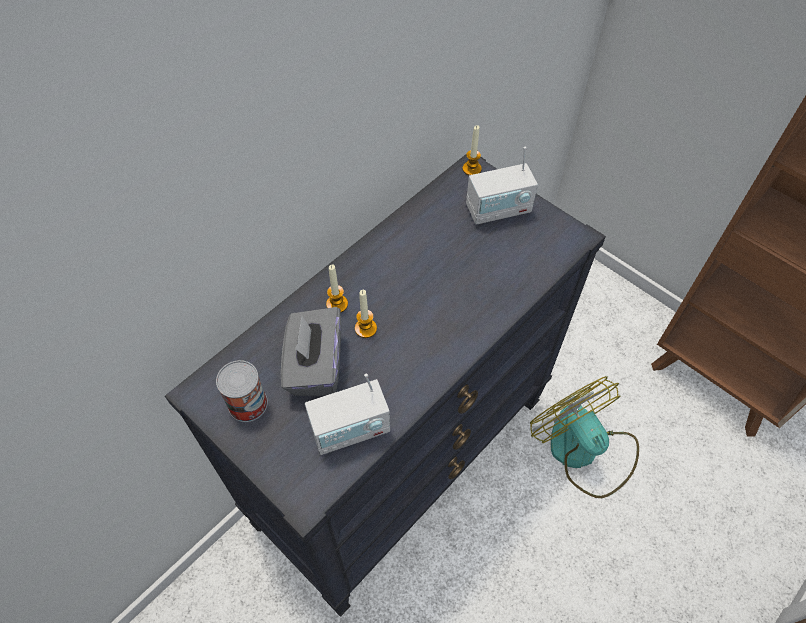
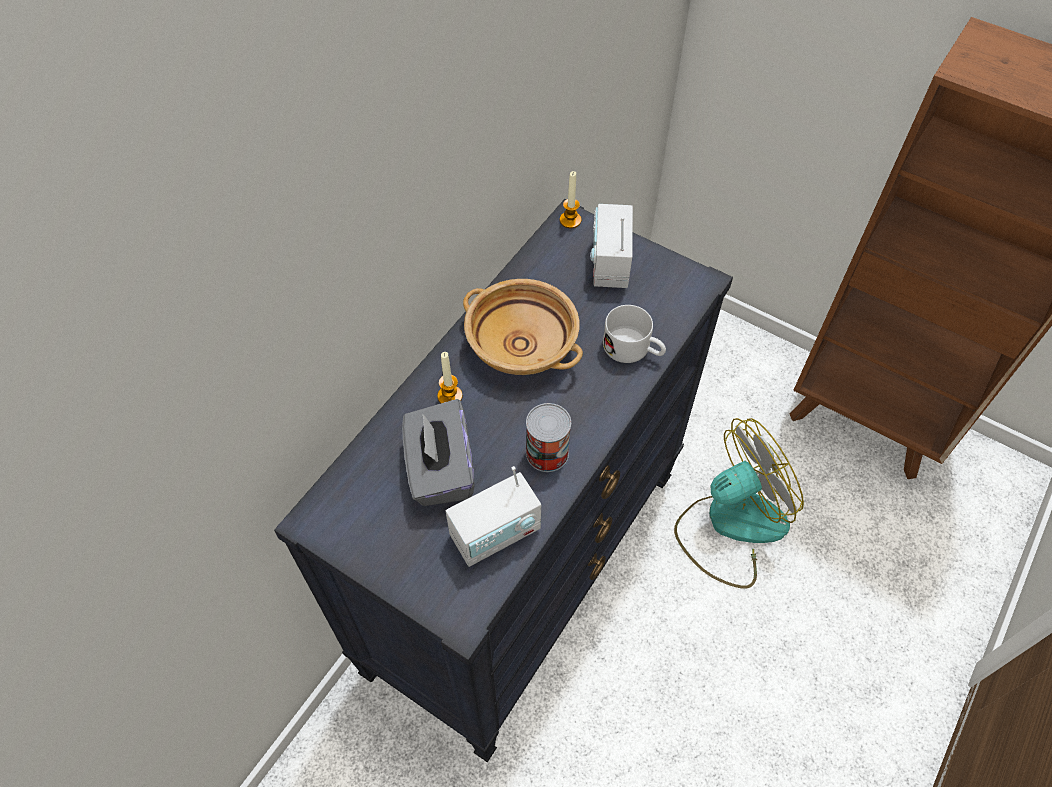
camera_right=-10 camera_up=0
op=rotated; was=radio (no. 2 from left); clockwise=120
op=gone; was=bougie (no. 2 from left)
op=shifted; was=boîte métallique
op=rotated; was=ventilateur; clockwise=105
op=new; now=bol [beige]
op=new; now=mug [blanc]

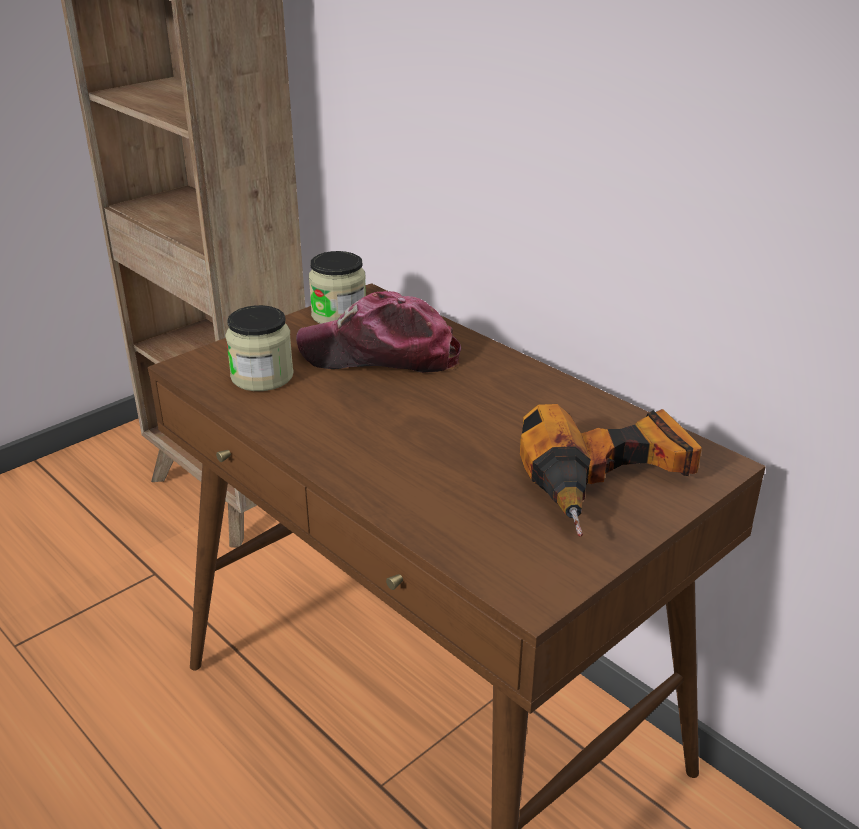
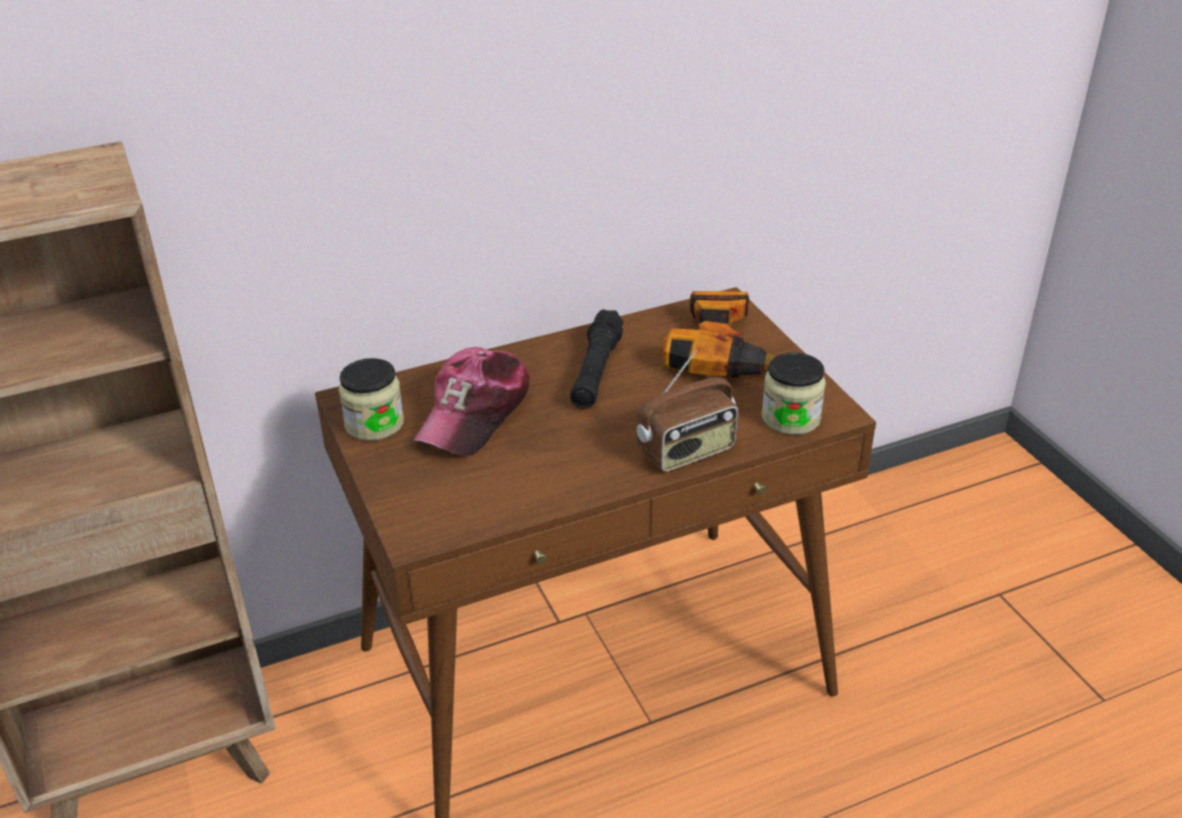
camera_right=-70 camera_up=5
op=shifted; was=bocal (no. 1 from left in the first image); now=bocal (no. 2 from left)
op=new; now=lampe de poche [noir]
op=new; now=radio

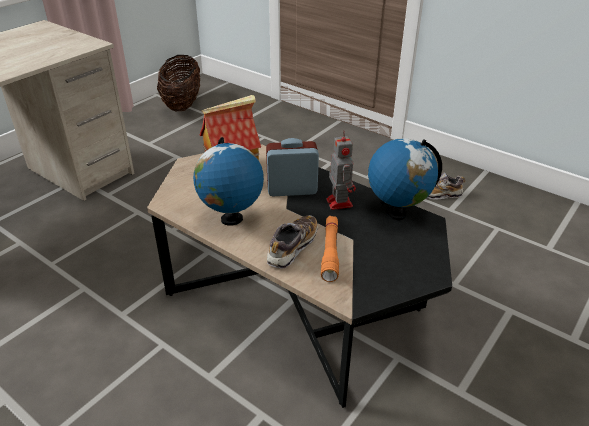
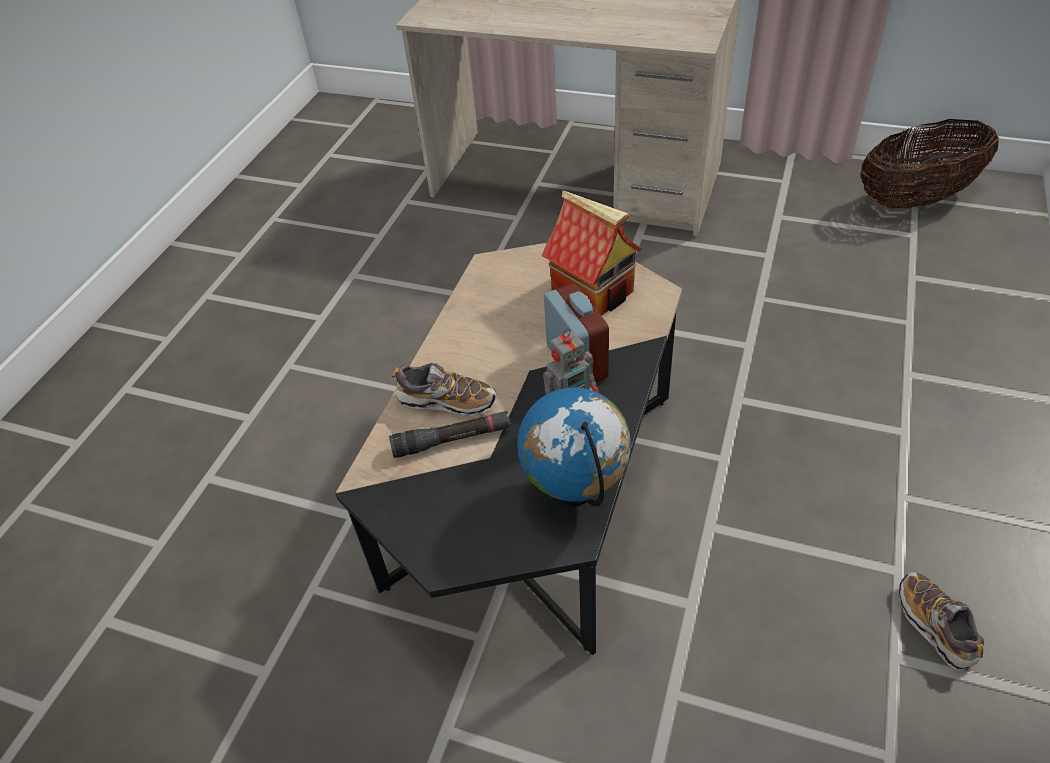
camera_right=75 camera_up=10
op=gone; was=globe (no. 1 from left)
op=repainted; was=lampe de poche [orange]; now=lampe de poche [noir]

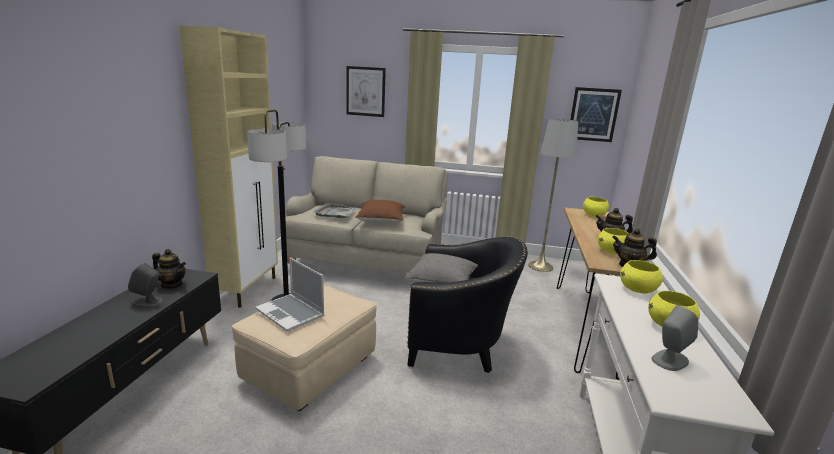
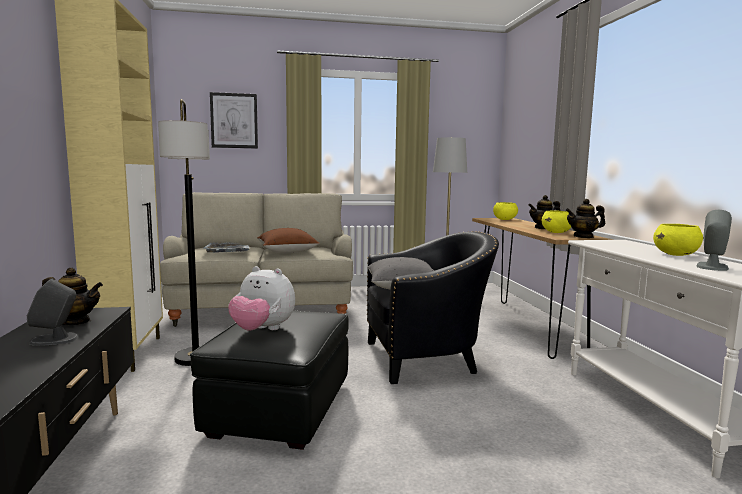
camera_right=-20 camera_up=-10
op=gone; was=tableau (no. 2 from left)
op=swapped; was=ordinateur portable; now=peluche
op=gone; was=bol [jaune] (no. 3 from left)
op=repainted; was=pouf [beige]; now=pouf [noir]

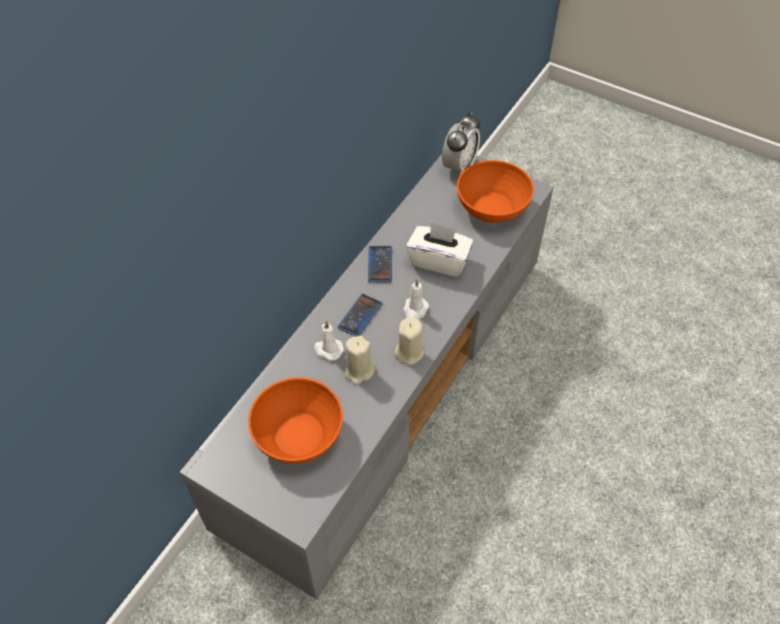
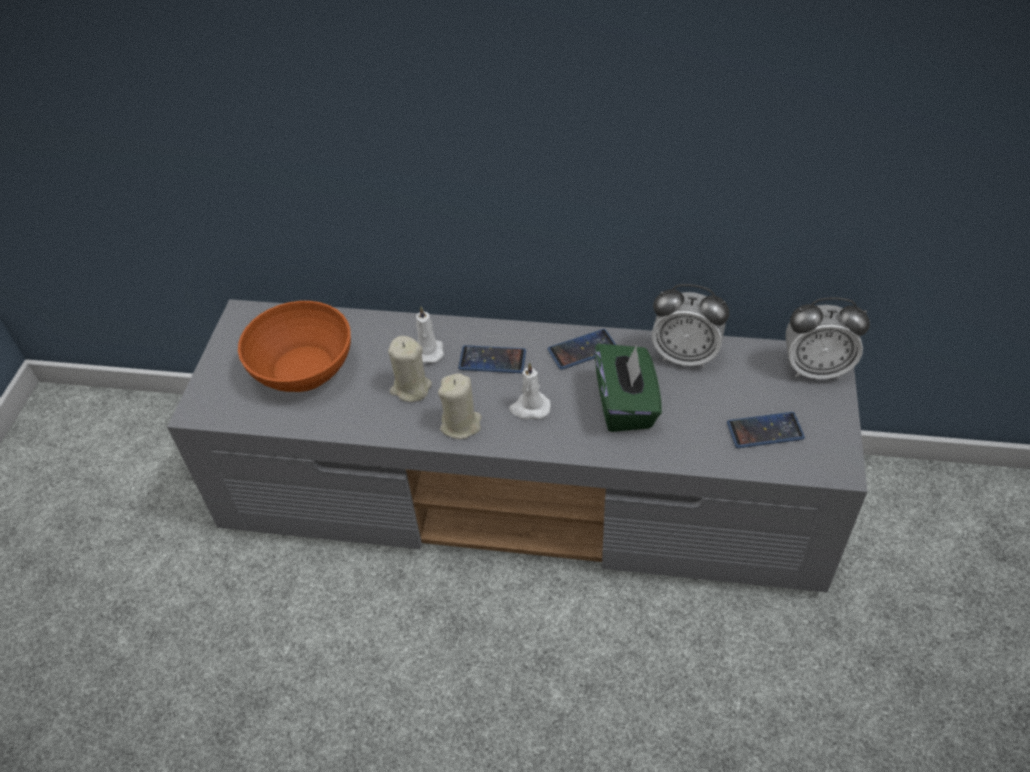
camera_right=70 camera_up=-5
op=swapped; was=bol [orange] (no. 2 from left); now=téléphone (no. 3 from left)
op=repainted; was=boîte à mouchoirs [blanc]; now=boîte à mouchoirs [vert]
op=new; now=réveil (no. 1 from left)

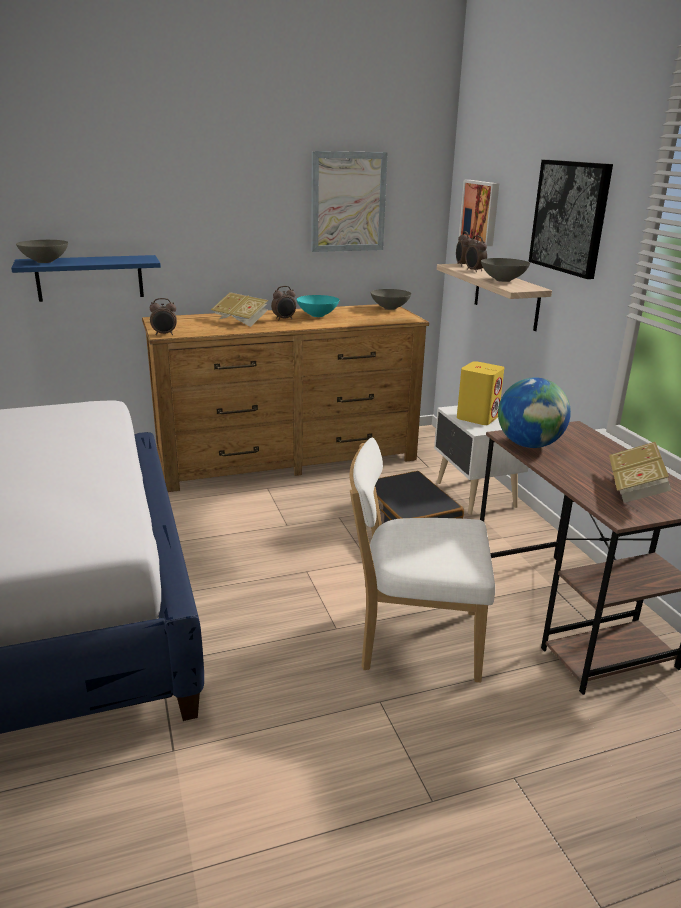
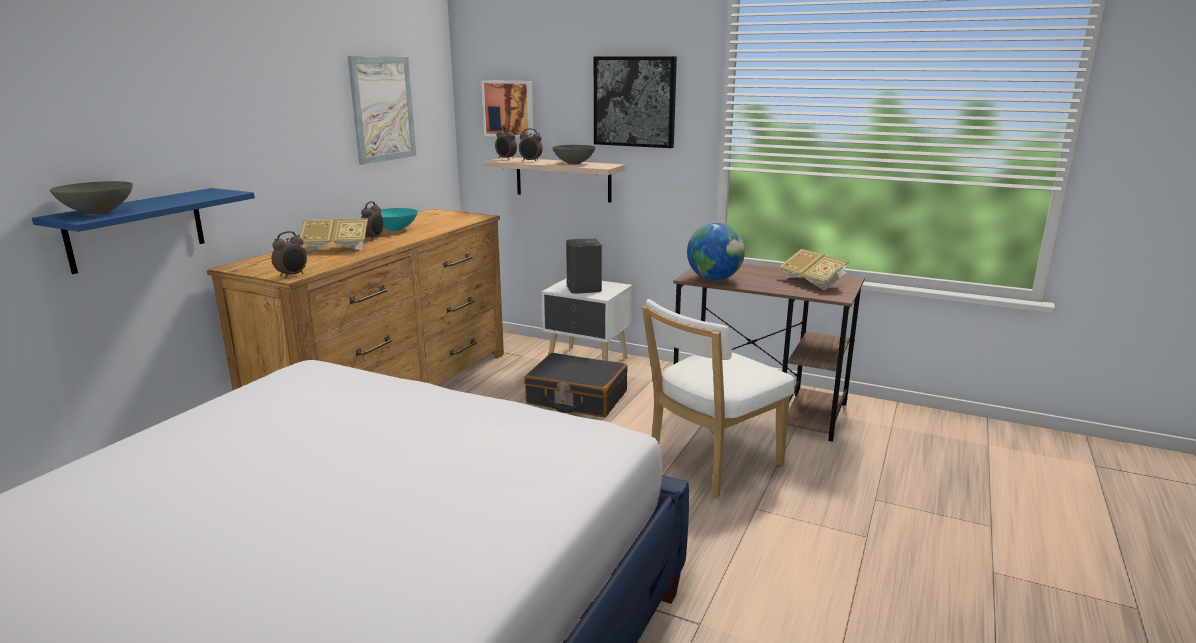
camera_right=-45 camera_up=-5
op=gone; was=bol [gris] (no. 2 from left)
op=repainted; was=enceinte [jaune]; now=enceinte [gris]

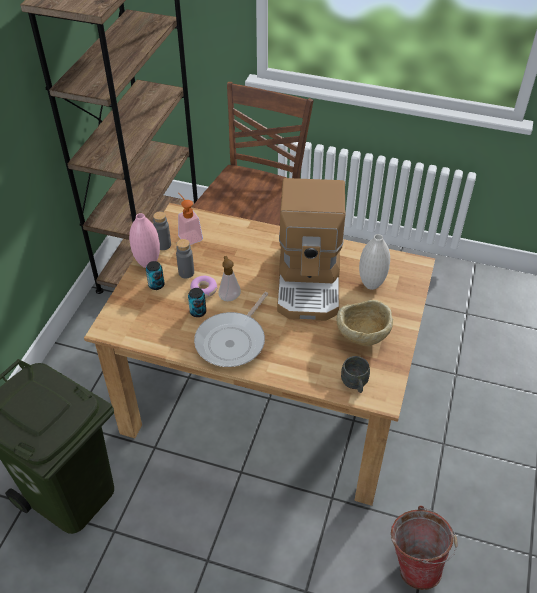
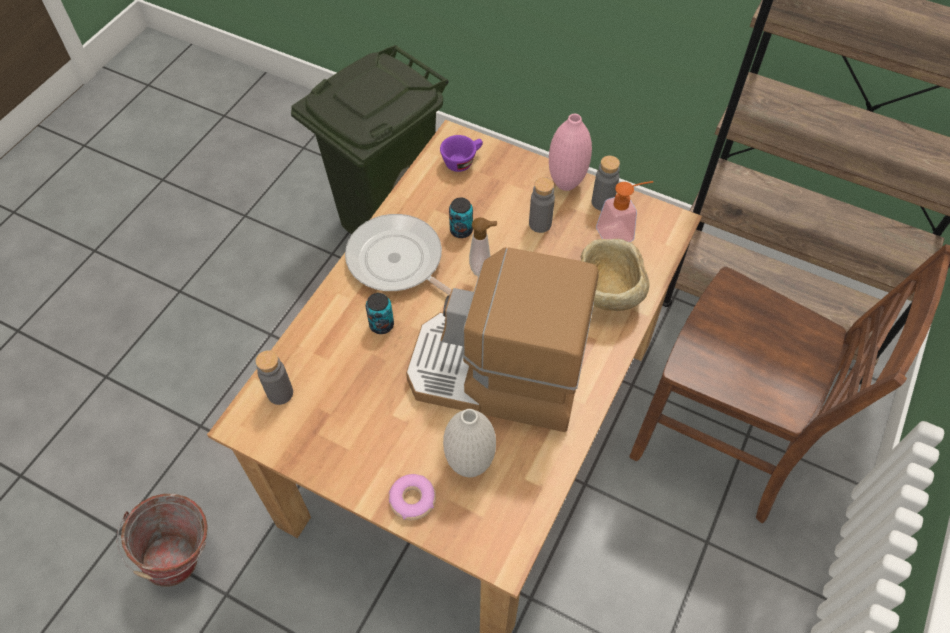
camera_right=100 camera_up=10
op=shifted; was=boîte métallique (no. 1 from left)
op=shifted; was=beignet
op=shifted; was=bol [beige]
op=swapped; was=mug [gris]; now=bouteille [gris] (no. 1 from left)
op=new; now=tasse [violet]

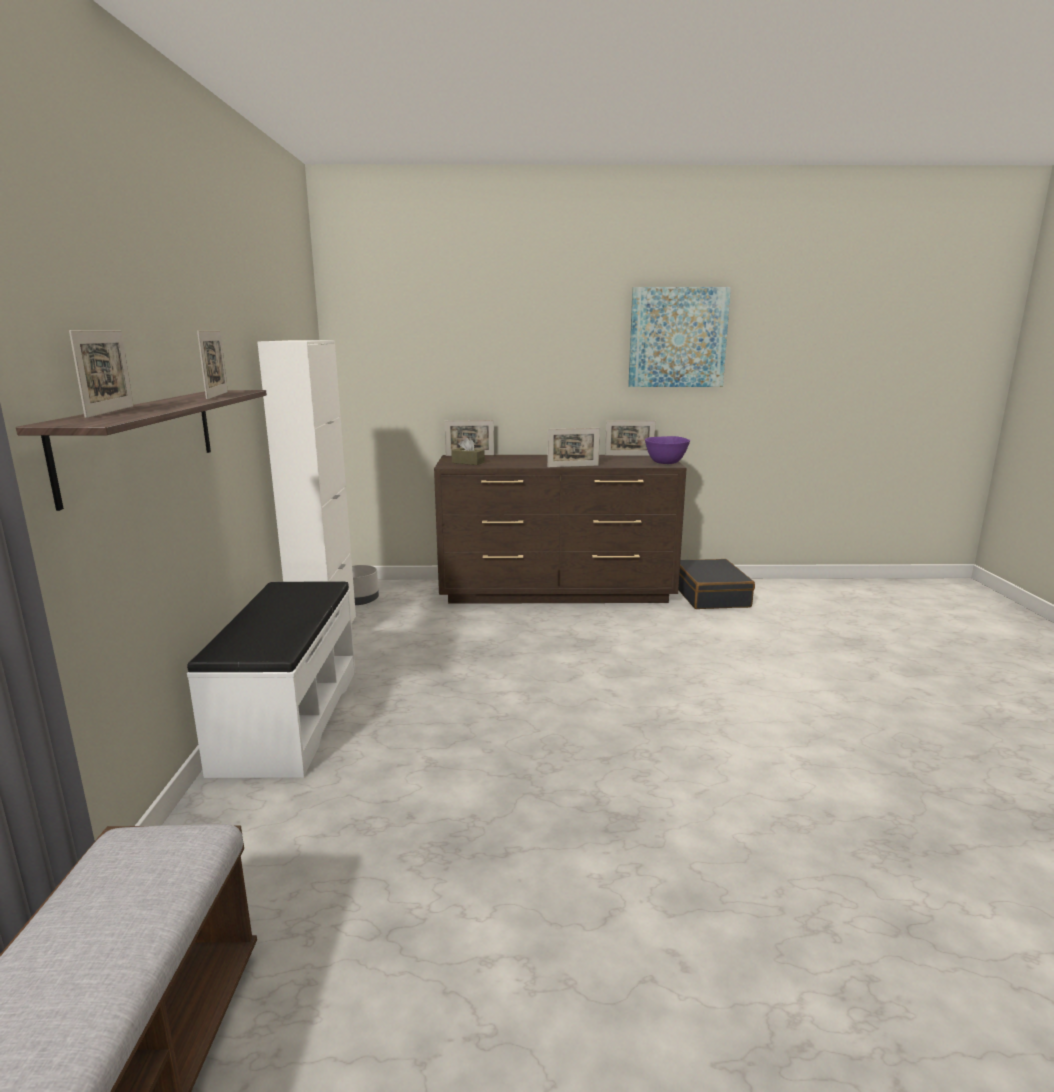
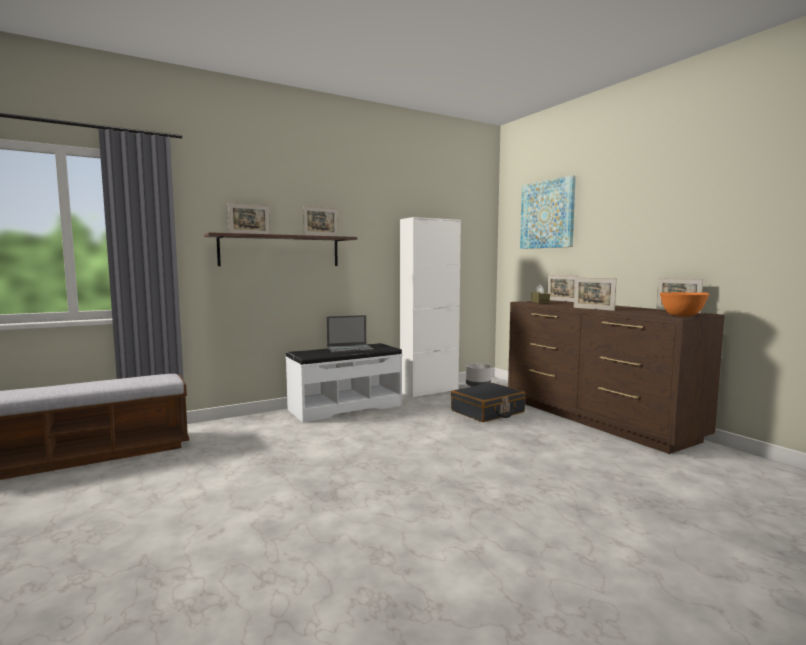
camera_right=60 camera_up=-10
op=shifted; was=tableau
op=repainted; was=bol [violet]; now=bol [orange]
op=shifted; was=valise [noir]
op=new; now=ordinateur portable

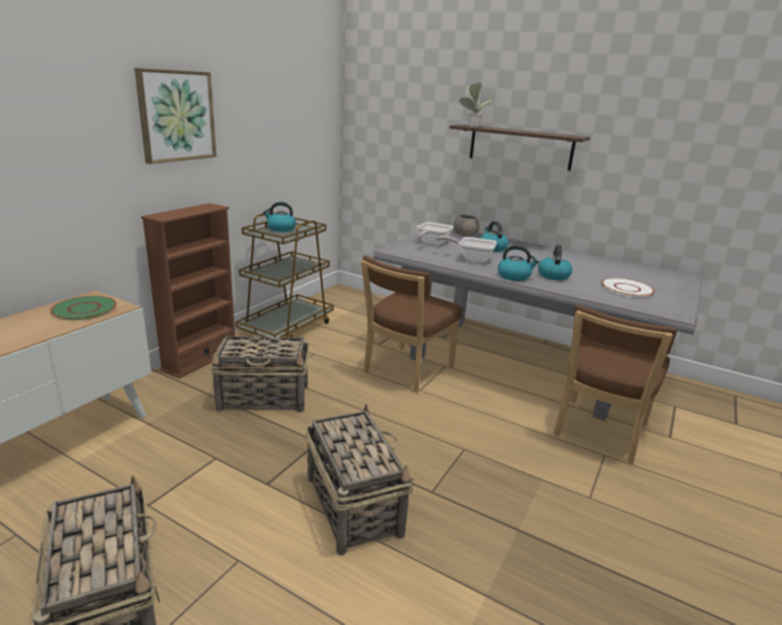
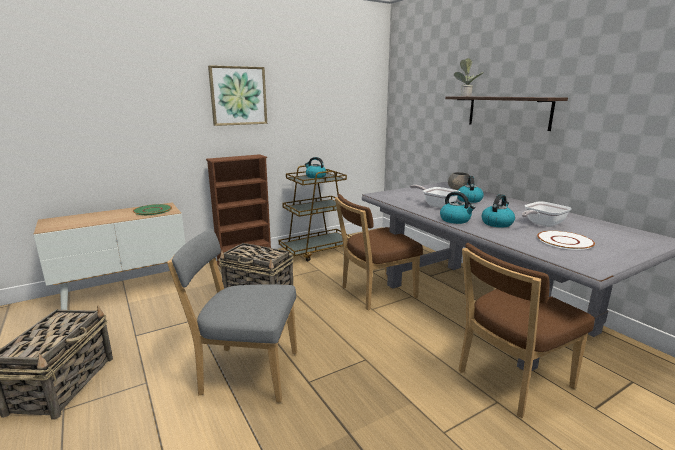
camera_right=30 camera_up=-5
op=shifted; was=poêle (no. 1 from left in the first image); now=poêle (no. 2 from left)
op=swapped; was=panier (no. 3 from left); now=chaise [gris]

